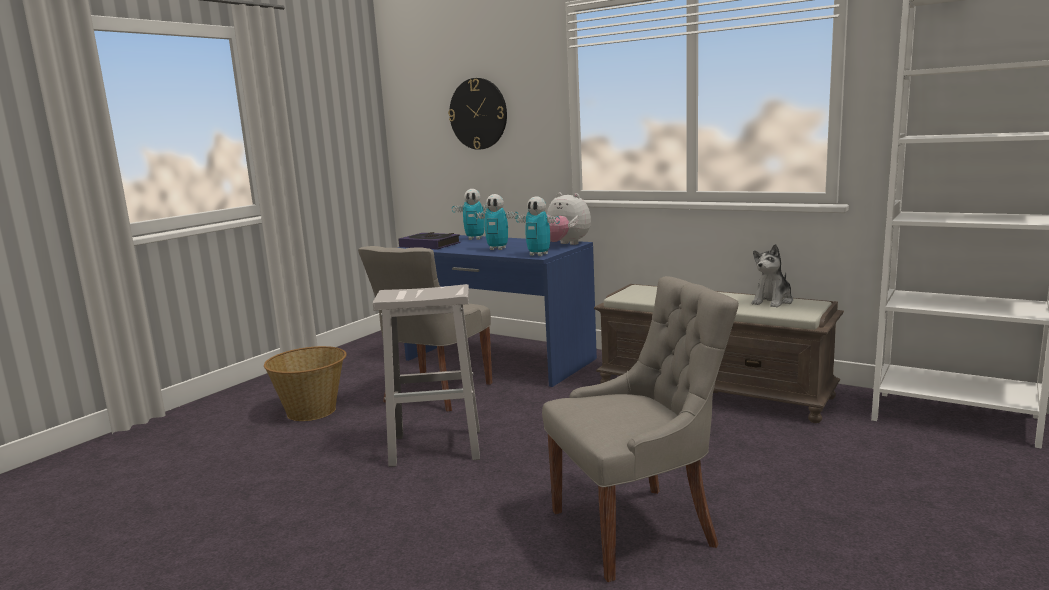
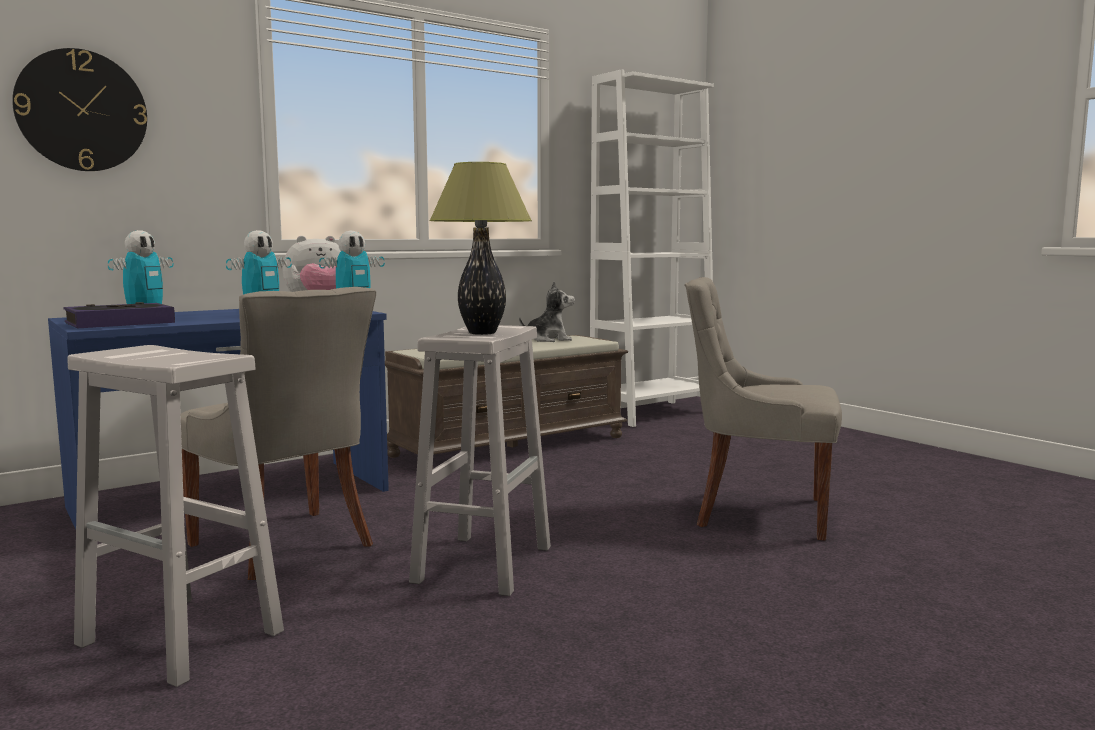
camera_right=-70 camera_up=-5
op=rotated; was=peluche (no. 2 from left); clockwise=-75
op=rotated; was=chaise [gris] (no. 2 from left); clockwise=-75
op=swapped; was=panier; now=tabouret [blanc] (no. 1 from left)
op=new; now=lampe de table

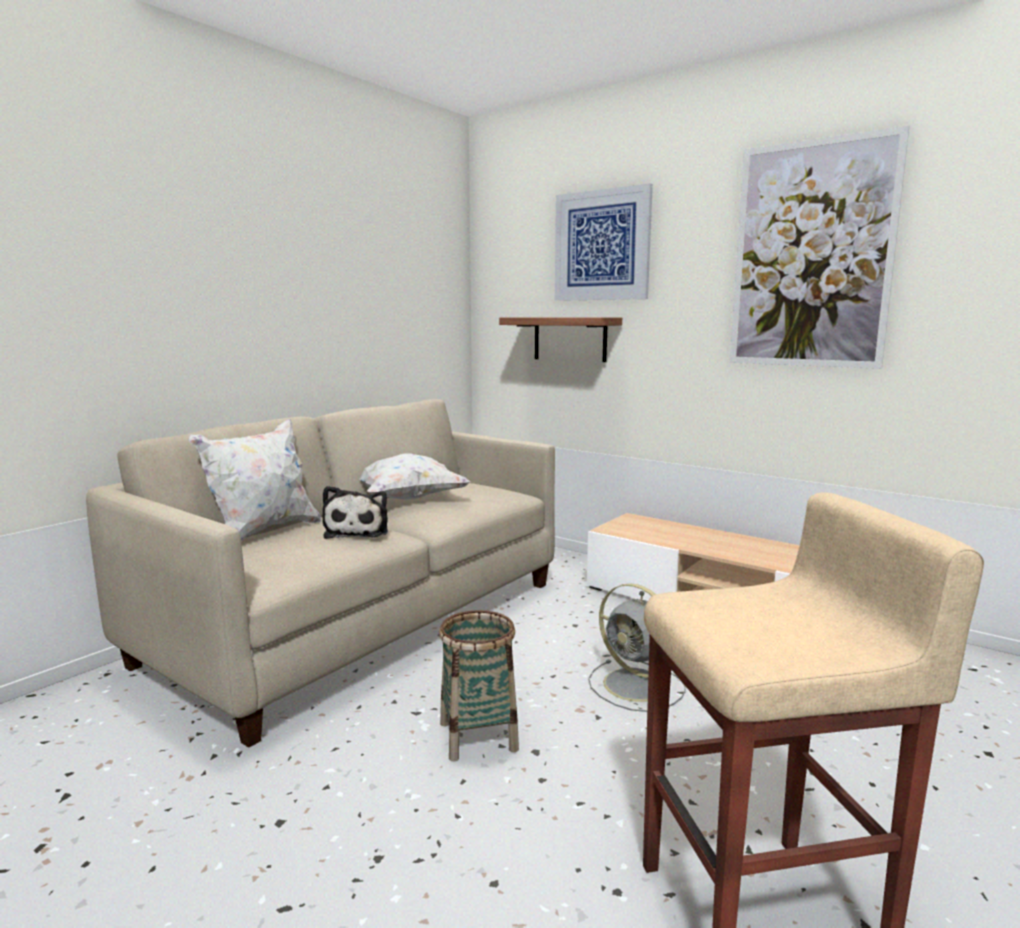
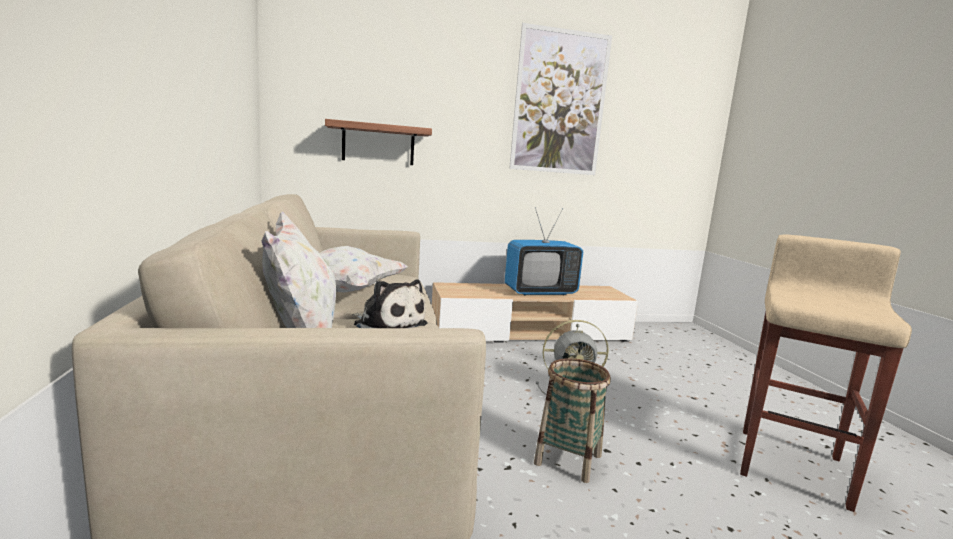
camera_right=-50 camera_up=0
op=gone; was=tableau (no. 1 from left)
op=new; now=téléviseur

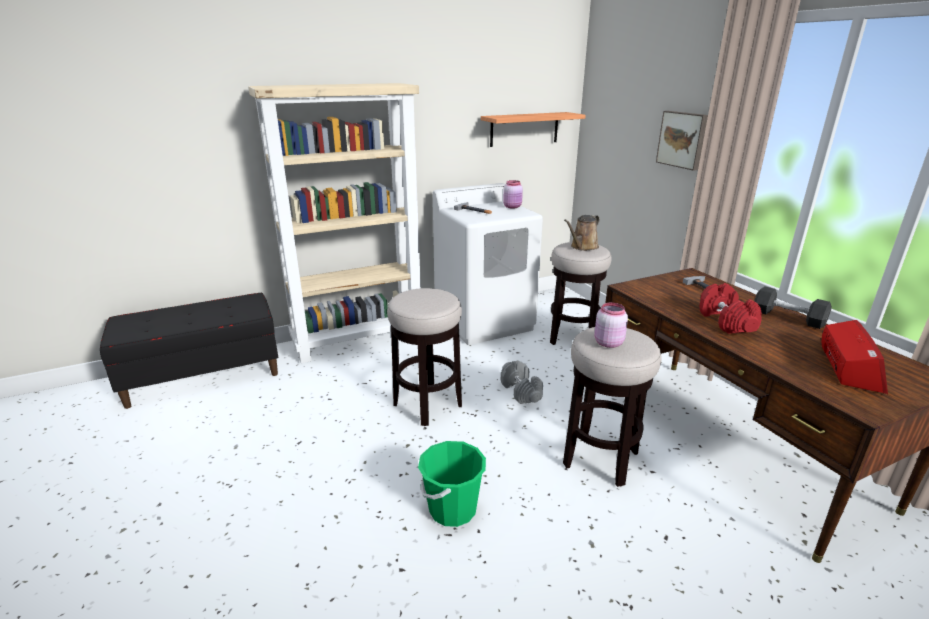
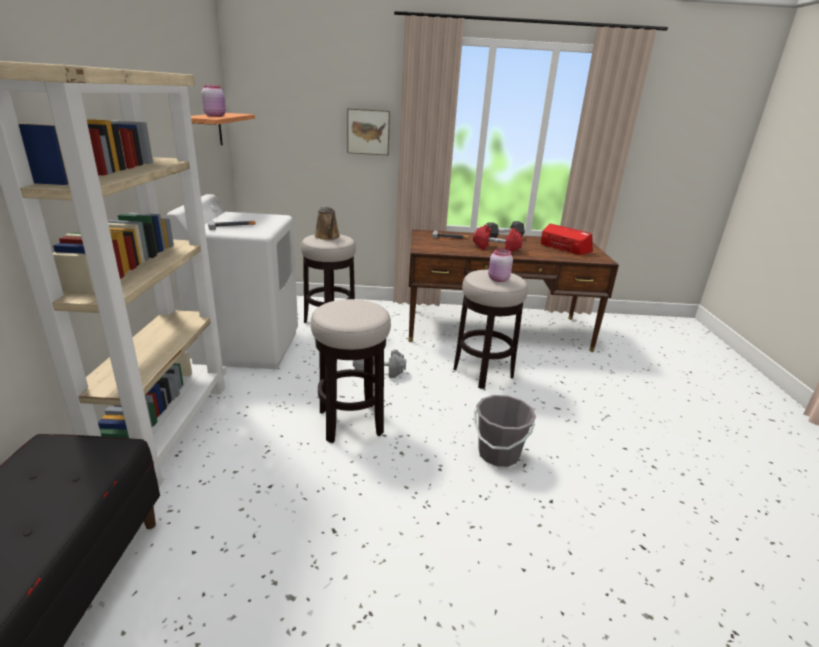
camera_right=-65 camera_up=0
op=shifted; was=bocal [rose] (no. 1 from left)
op=repainted; was=seau [vert]; now=seau [gris]

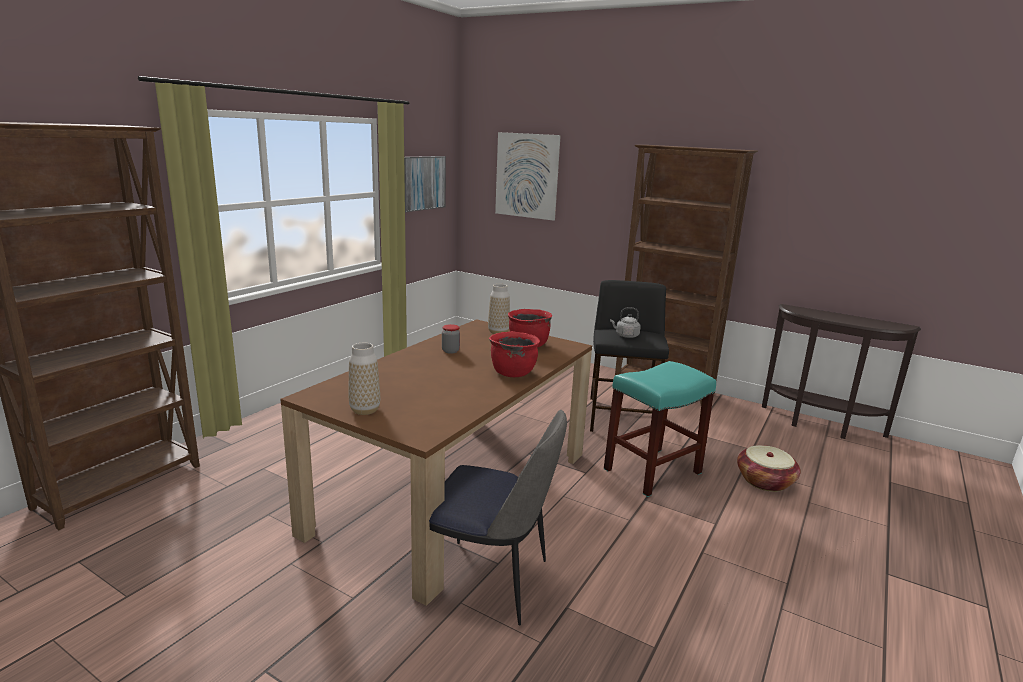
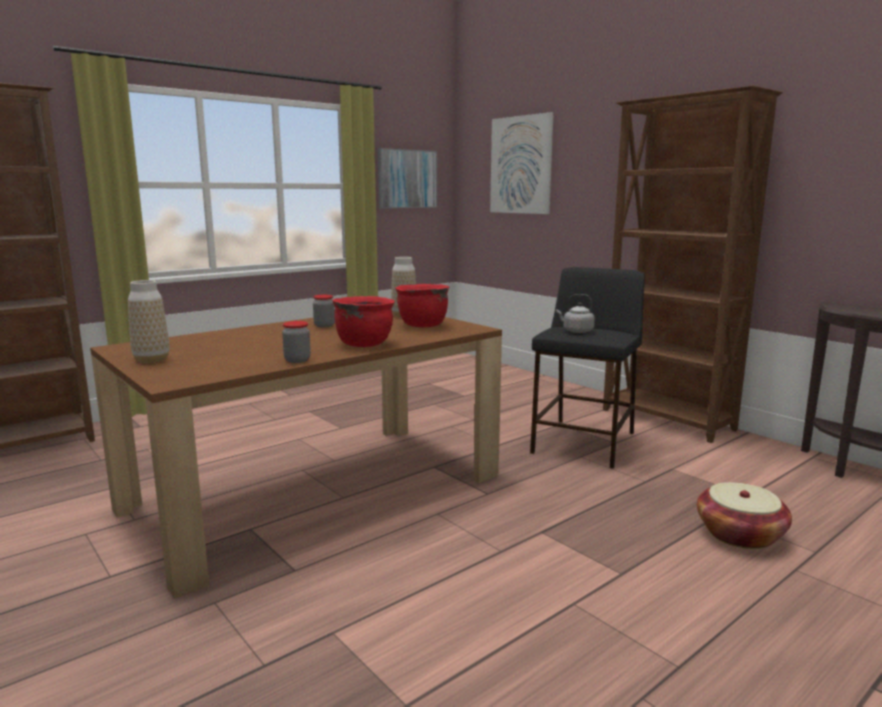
camera_right=20 camera_up=-5
op=gone; was=tabouret [turquoise]
op=gone; was=chaise
op=new; now=bocal (no. 1 from left)

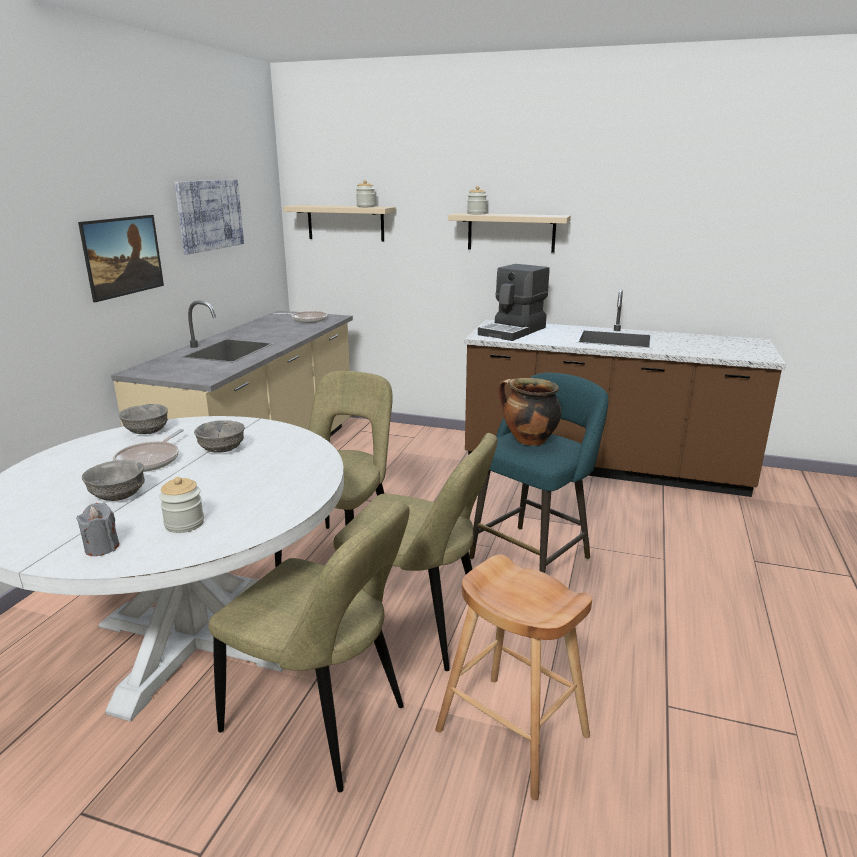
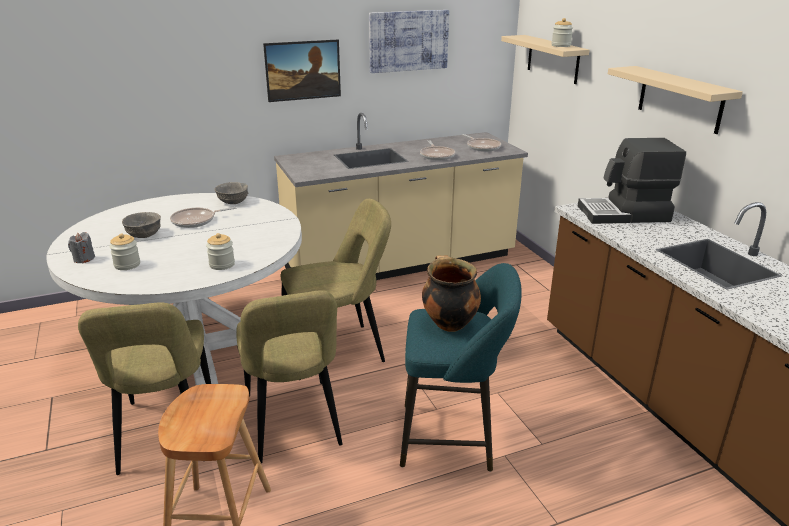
camera_right=50 camera_up=5
op=shifted; was=bocal (no. 3 from left in the first image); now=bocal (no. 2 from left)
op=gone; was=bol [gris] (no. 3 from left)
op=new; now=poêle (no. 2 from left)

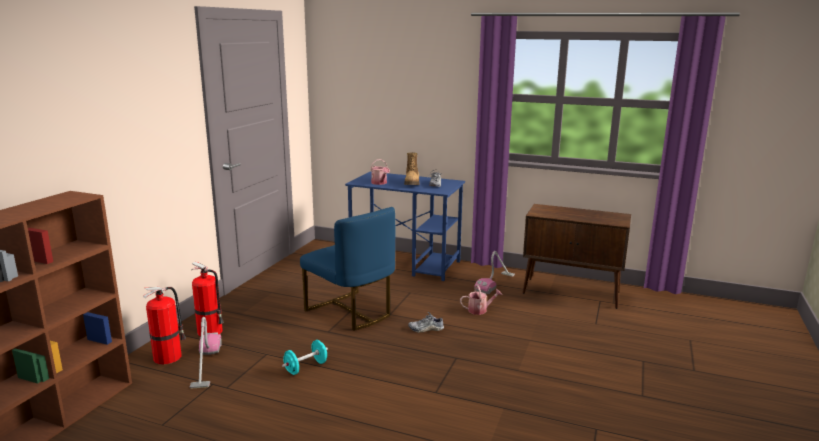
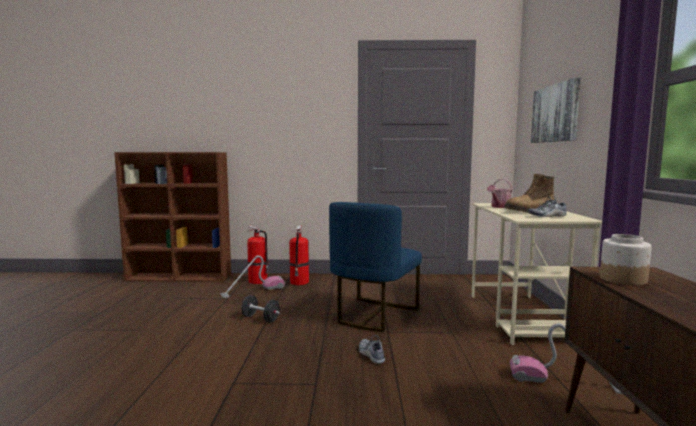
camera_right=70 camera_up=-10
op=repainted; was=bureau [bleu]; now=bureau [beige]
op=gone; was=arrosoir (no. 2 from left)
op=repainted; was=haltère [turquoise]; now=haltère [noir]
op=new; now=tableau
op=new; now=bocal

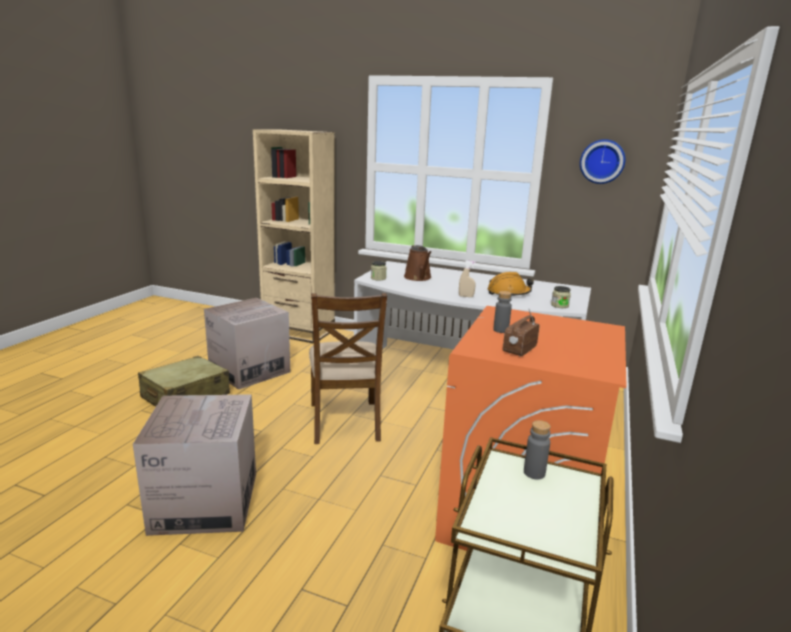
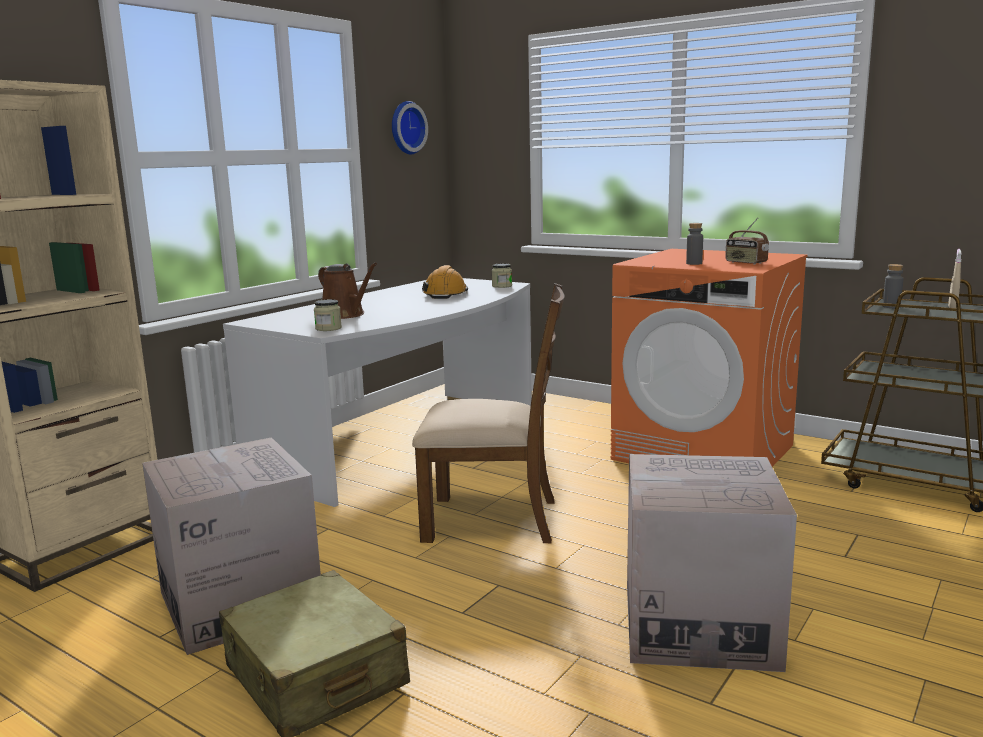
camera_right=-75 camera_up=-5
op=rotated; was=arrosoir [marron]; clockwise=45
op=shifted; was=vaporisateur [beige]

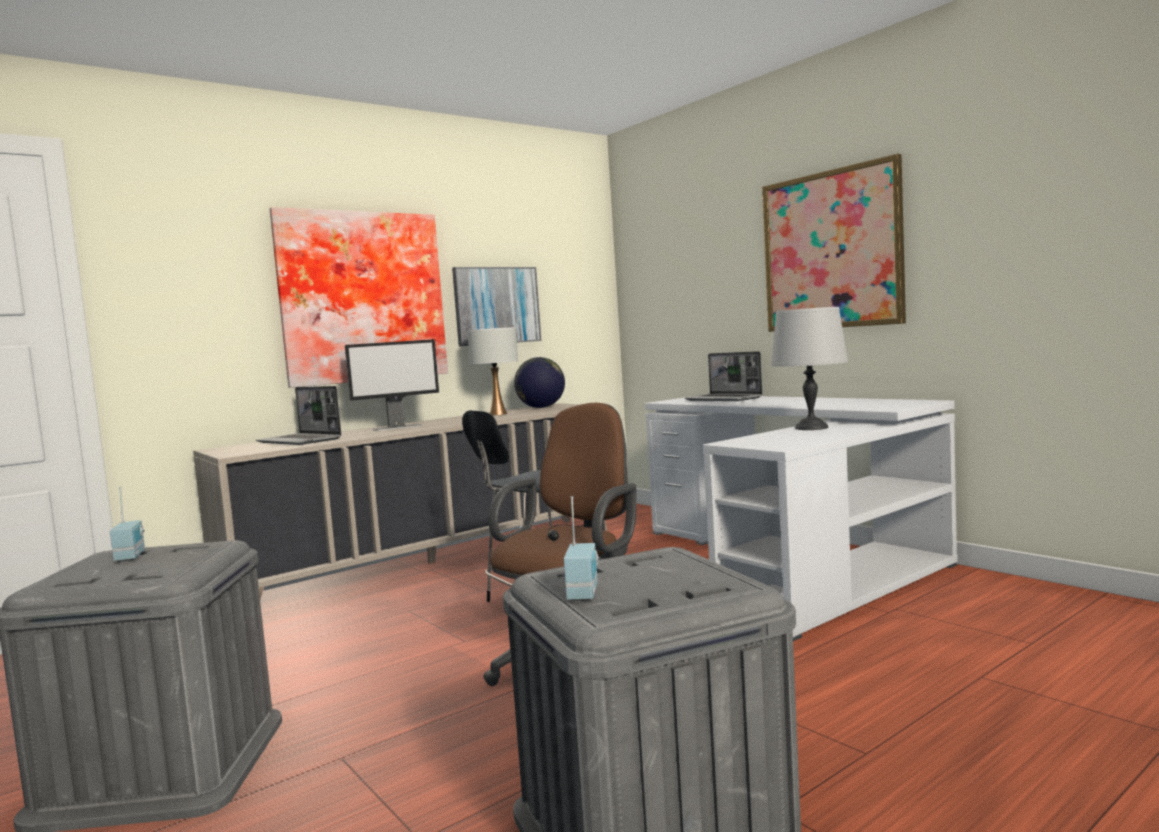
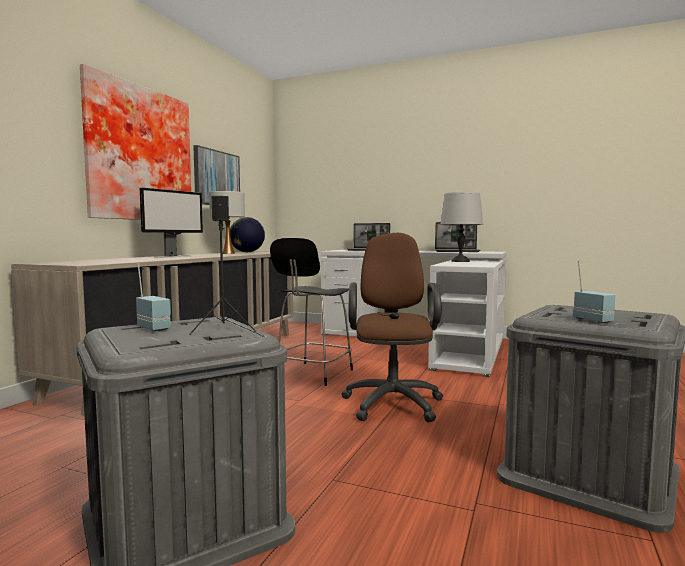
camera_right=-30 camera_up=0
op=gone; was=tableau (no. 3 from left)
op=shifted; was=ordinateur portable (no. 1 from left in the first image); now=ordinateur portable (no. 2 from left)
op=new; now=enceinte [noir]

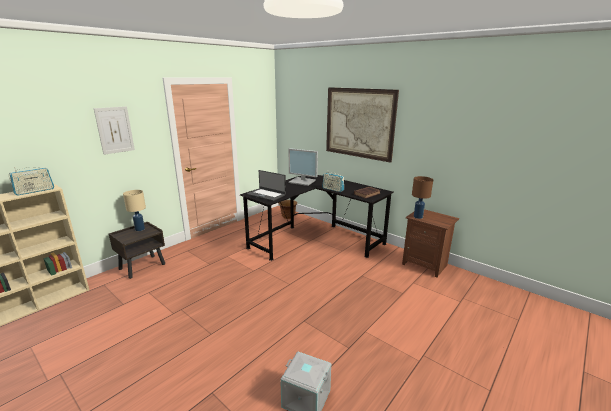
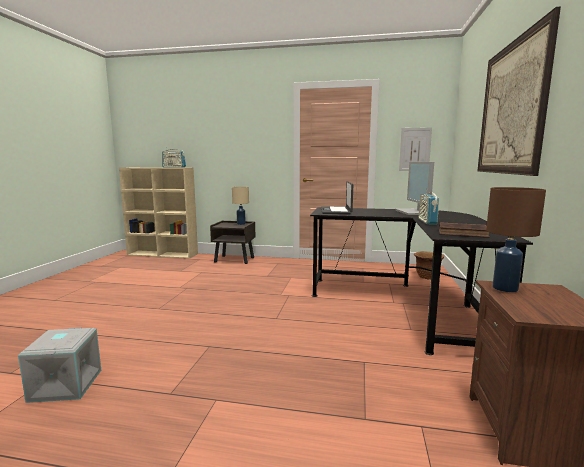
camera_right=60 camera_up=-10
op=shifted; was=tableau (no. 1 from left)

